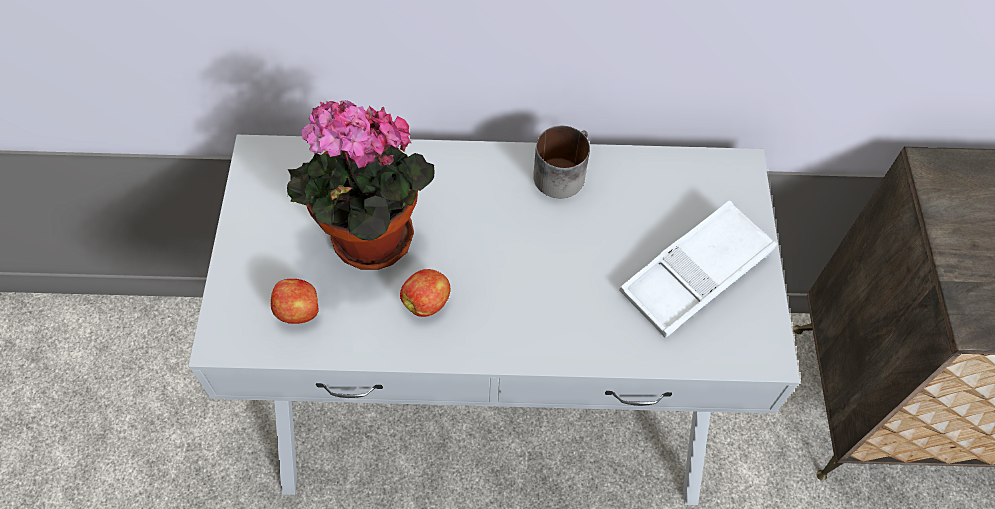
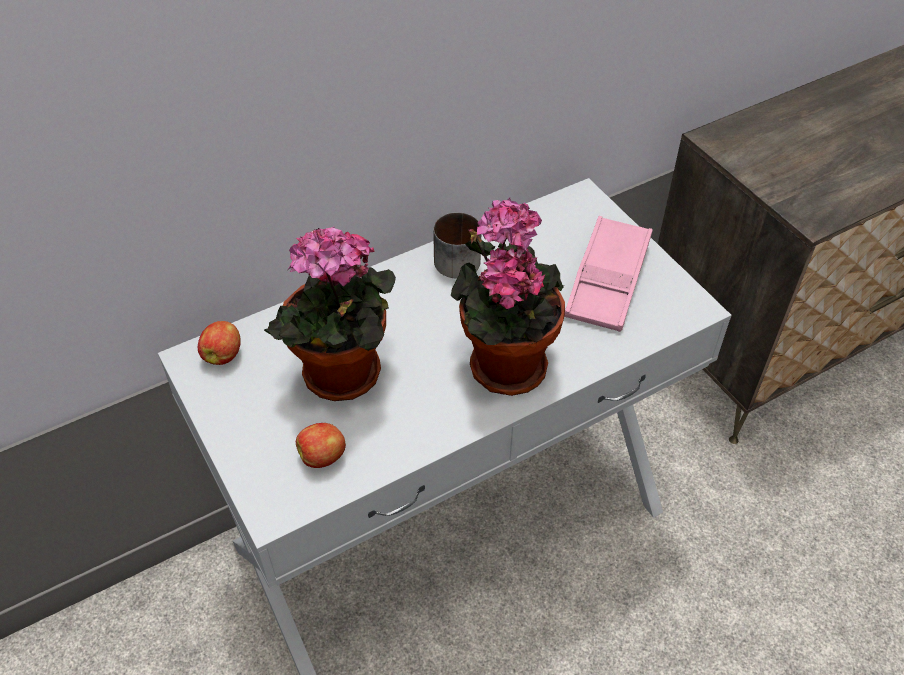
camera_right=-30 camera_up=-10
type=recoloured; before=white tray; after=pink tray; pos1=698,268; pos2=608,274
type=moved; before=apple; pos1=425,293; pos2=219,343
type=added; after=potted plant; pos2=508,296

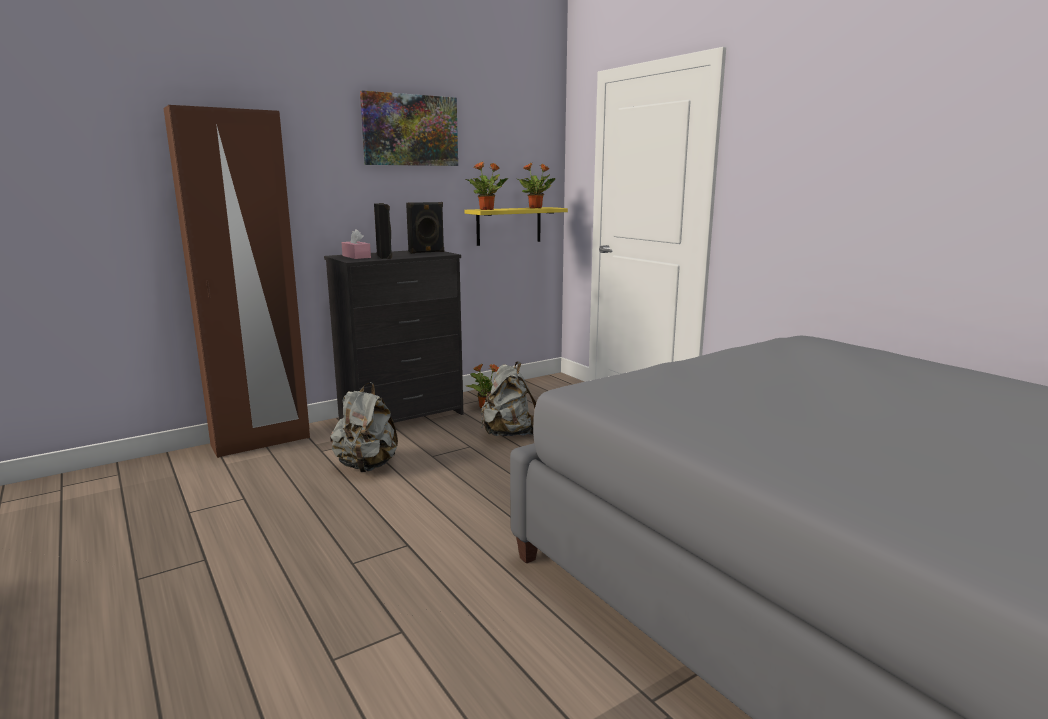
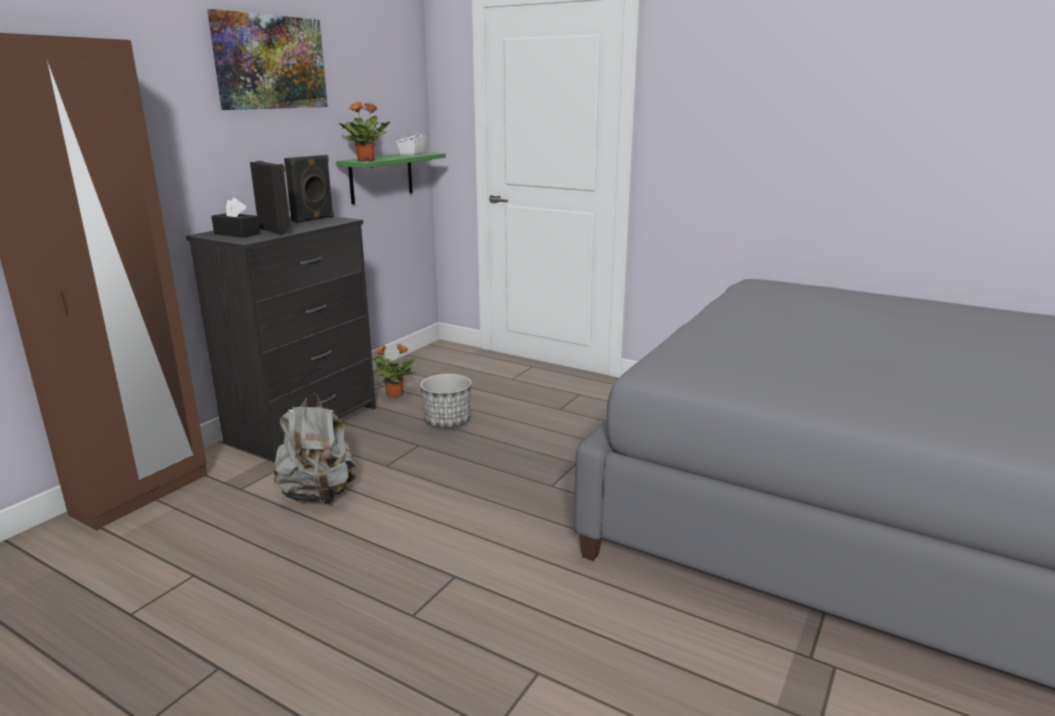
camera_right=-25 camera_up=5
type=replaced; before=potted plant; after=white tissue box; pos1=536,185; pos2=411,141
type=recoloured; before=yellow shelf; after=green shelf; pos1=516,226; pos2=391,178
type=recoloured; before=pink tissue box; after=black tissue box; pos1=356,244; pos2=235,218
type=replaced; before=grey backpack; after=planter; pos1=508,399; pos2=446,401

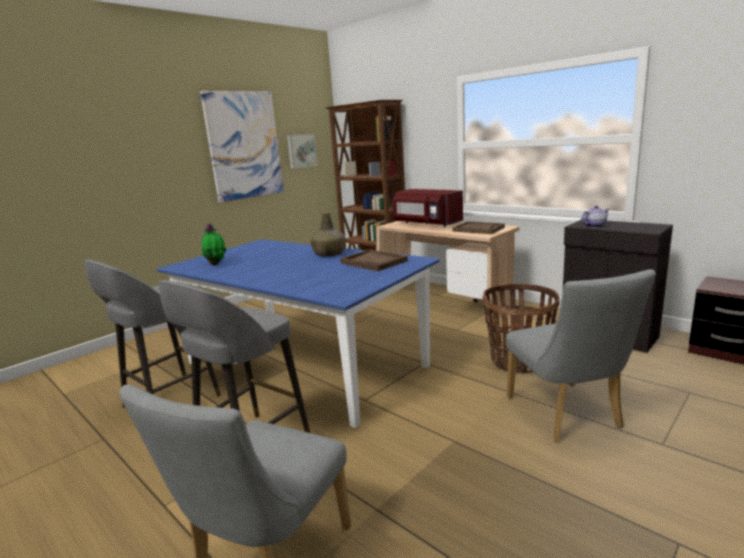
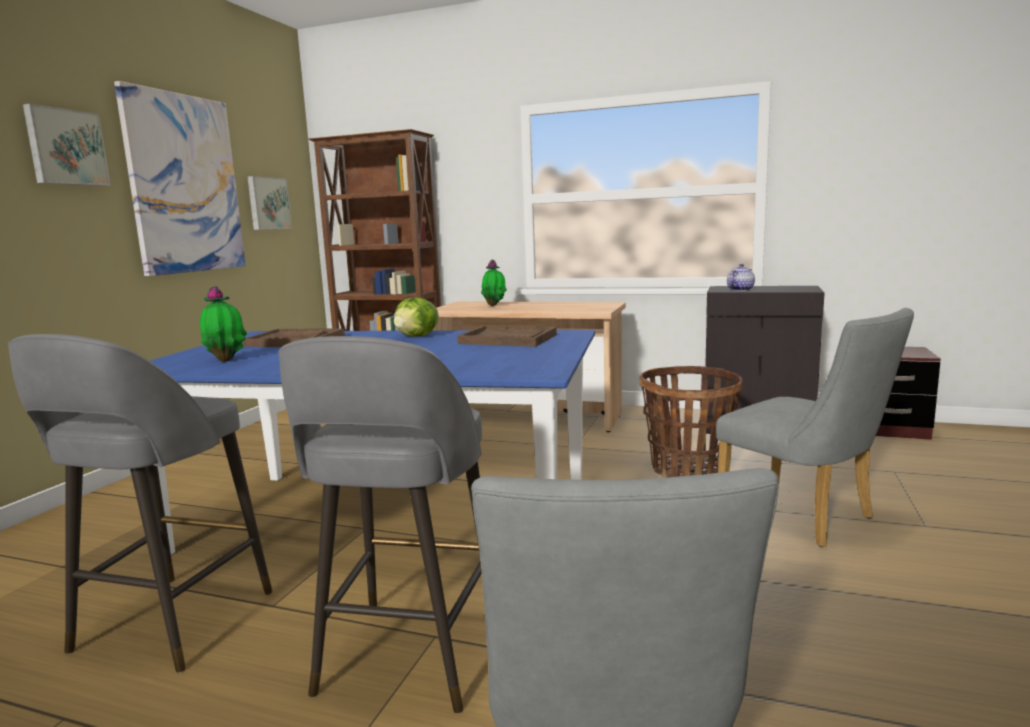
camera_right=-25 camera_up=-5
type=replaced; before=red microwave; after=potted plant; pos1=428,208; pos2=494,283
type=replaced; before=green bottle; after=lettuce; pos1=328,234; pos2=416,317
type=moved; before=brown tray; pos1=478,227; pos2=294,338
type=added; after=picture; pos2=67,145

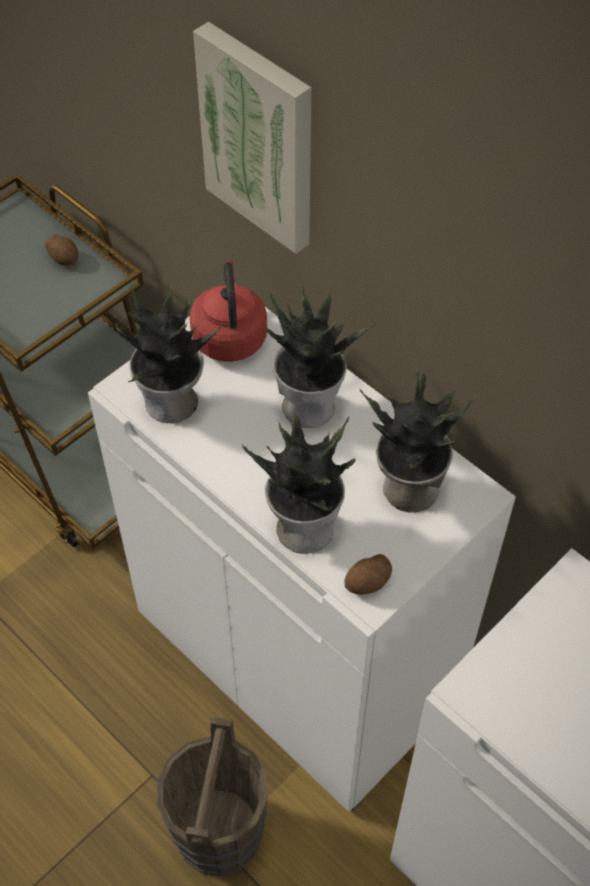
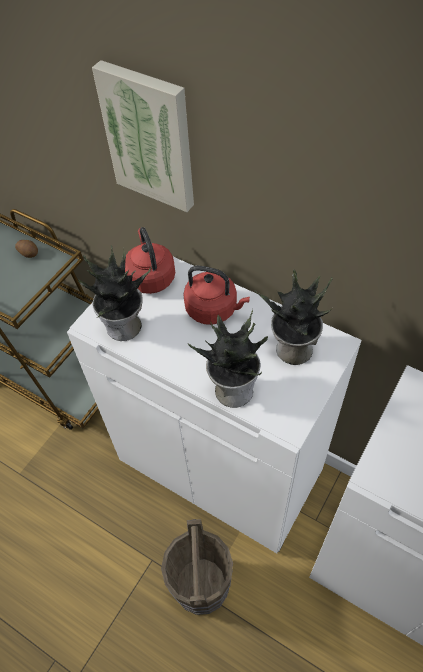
camera_right=-10 camera_up=0
type=replaced; before=potted plant; after=red kettle; pos1=320,357; pos2=216,295
type=removed; before=potato; pos1=368,574

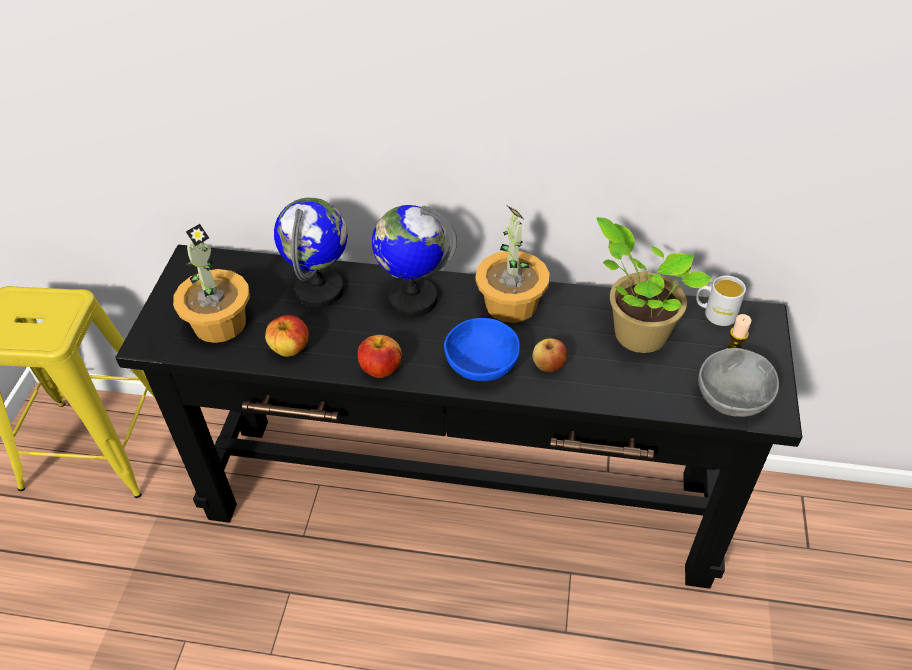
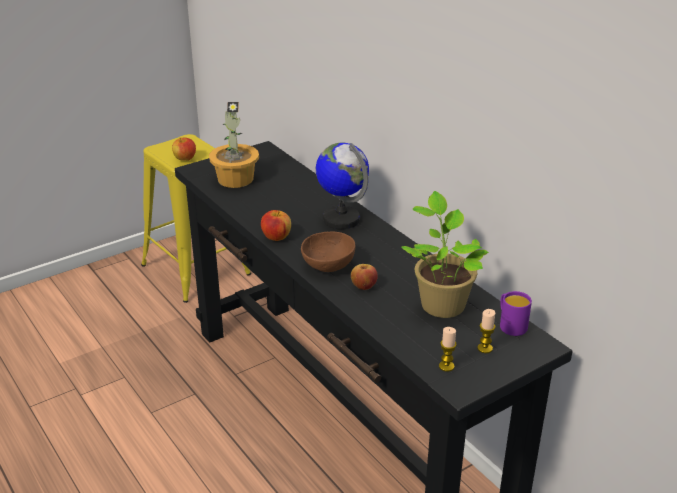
camera_right=45 camera_up=-15
type=removed; before=globe; pos1=311,253
type=removed; before=potted plant; pos1=512,264
type=recoloured; before=white mug; after=purple mug; pos1=721,301; pos2=516,313
type=moved; before=apple; pos1=287,336; pos2=184,149
type=recoloured; before=blue bowl; after=brown bowl; pos1=482,349; pos2=328,251
type=replaced; before=grey bowl; after=candle; pos1=738,382; pos2=448,349

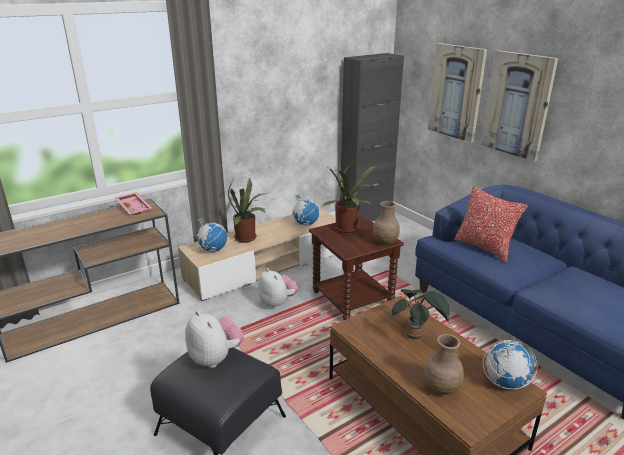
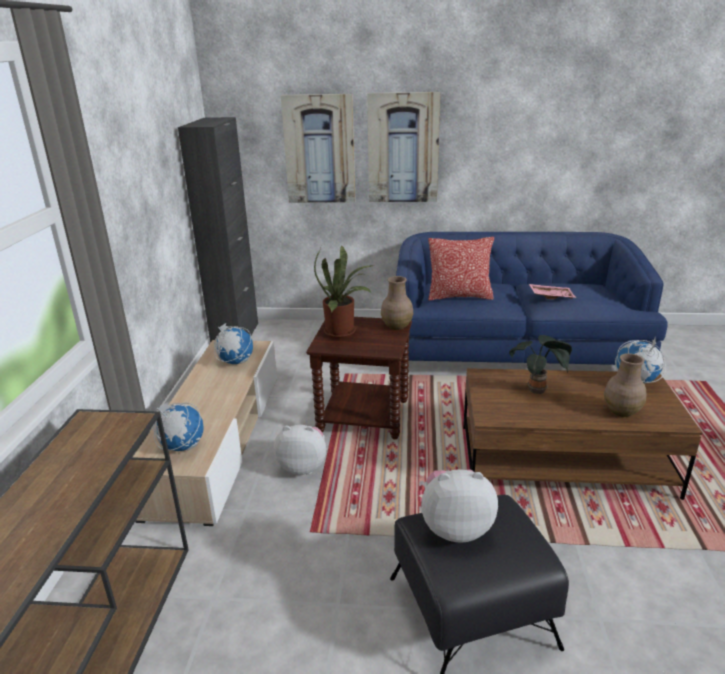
camera_right=-50 camera_up=0
type=removed; before=potted plant; pos1=248,210
type=moved; before=pink tray; pos1=133,203; pos2=552,291

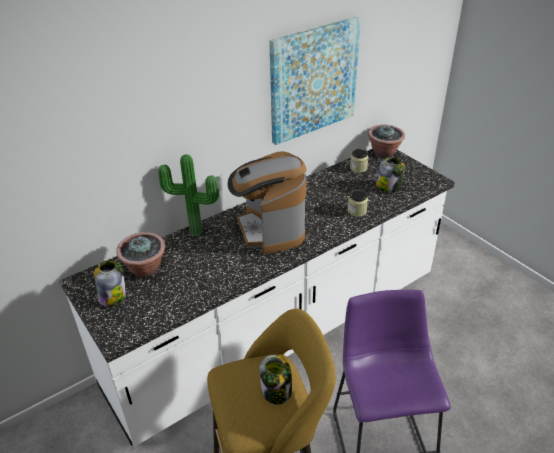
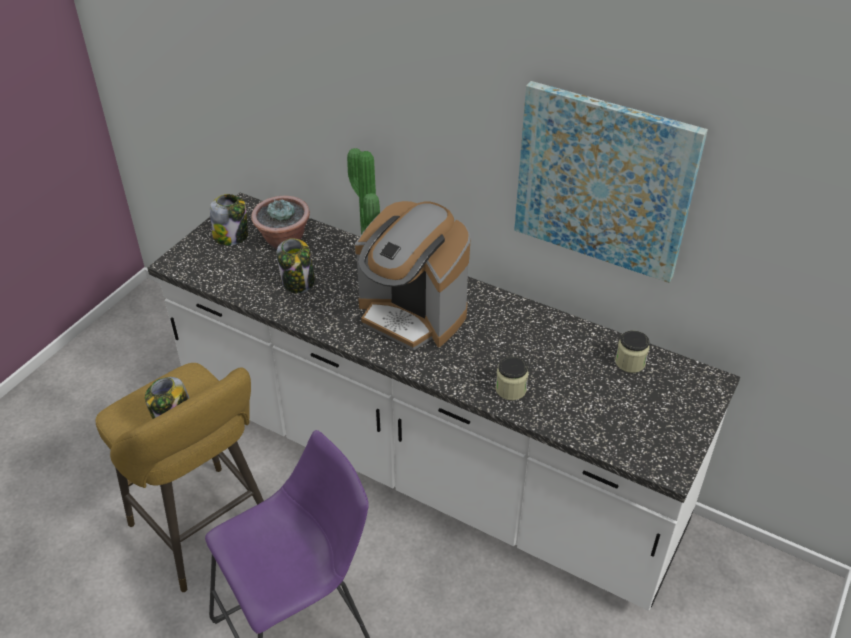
camera_right=65 camera_up=5
type=removed; before=potted plant; pos1=386,141
type=turned; before=coffee machine; pos1=266,202; pos2=413,276; turn=-105
type=moved; before=jar; pos1=390,175; pos2=296,265

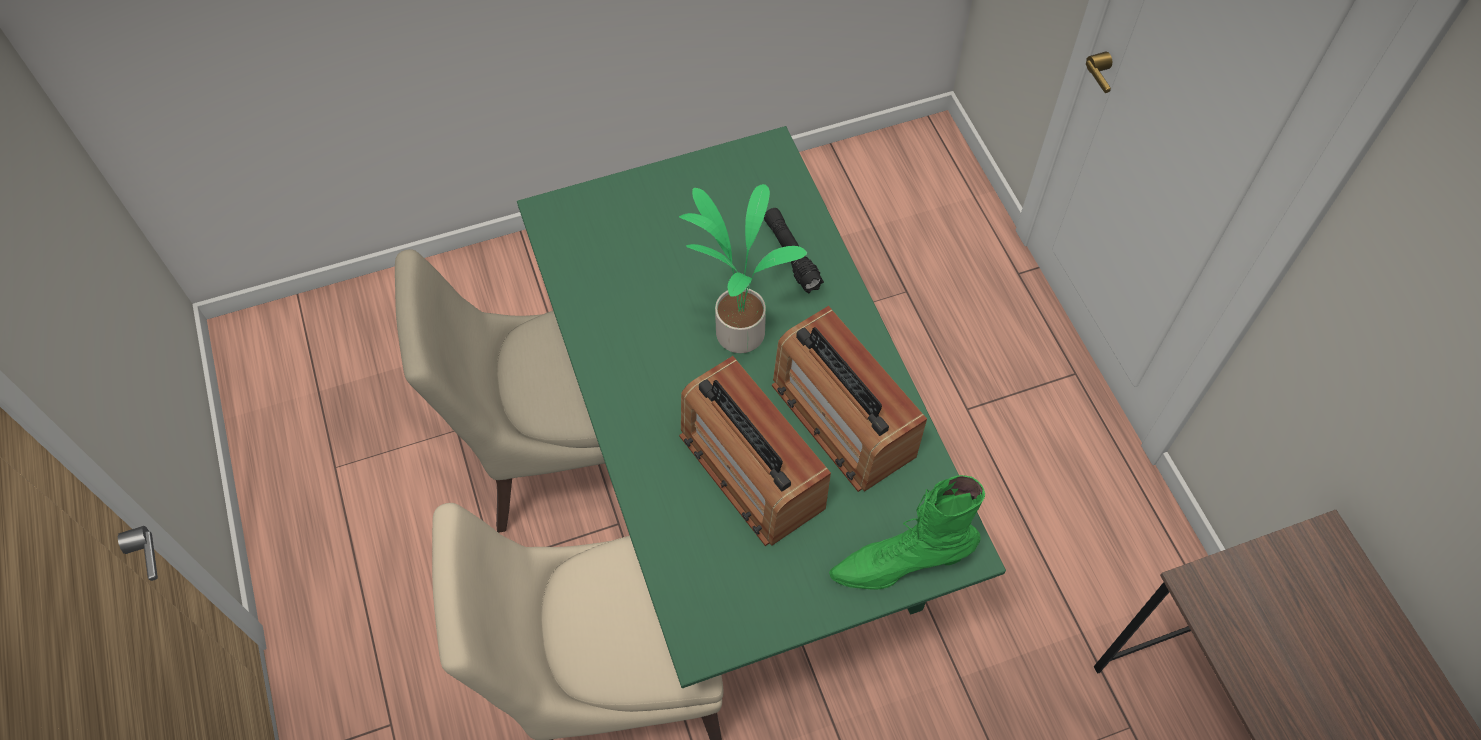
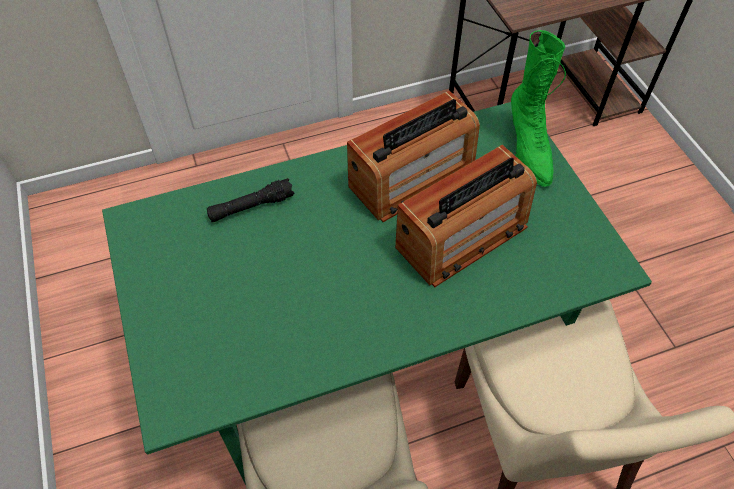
camera_right=-90 camera_up=-5
type=removed; before=potted plant; pos1=743,268

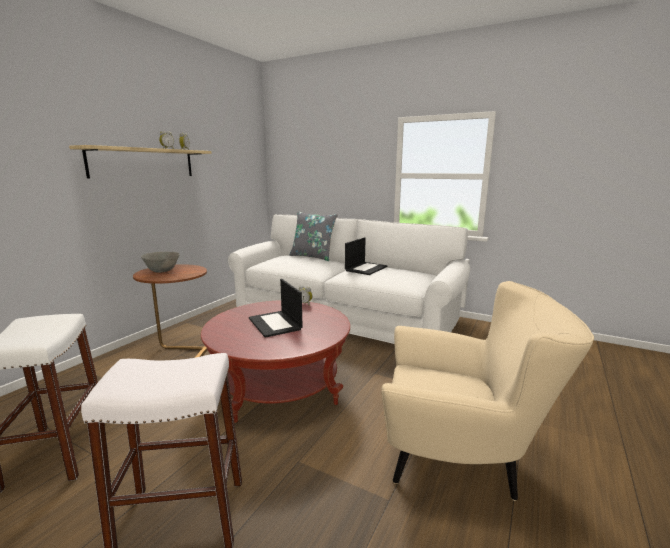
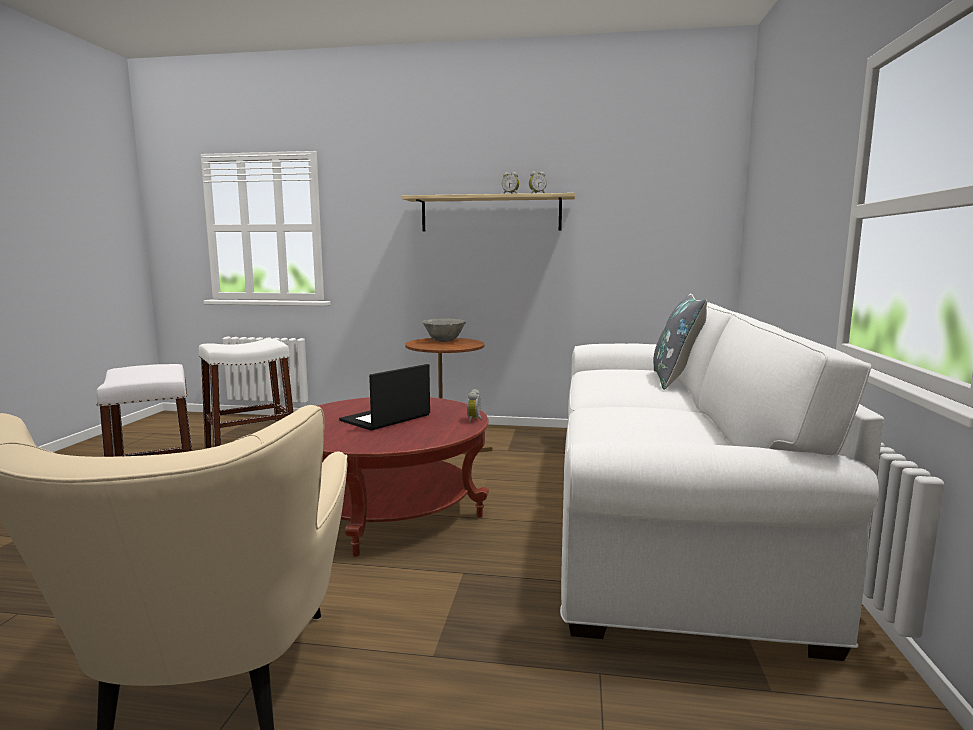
camera_right=70 camera_up=-5
type=removed; before=laptop; pos1=366,256

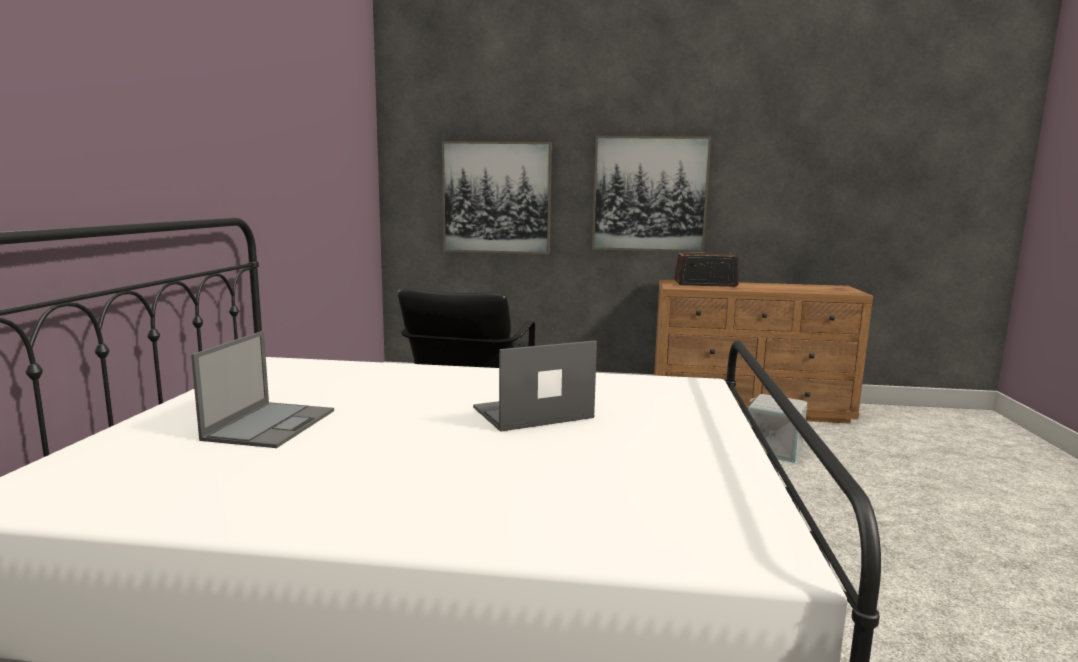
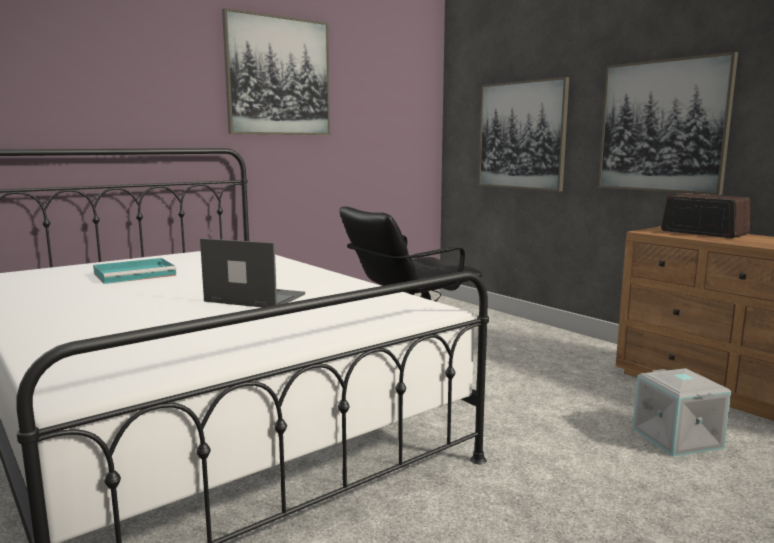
camera_right=45 camera_up=0
type=replaced; before=laptop; after=turquoise tray; pos1=262,389; pos2=135,271
type=added; after=picture; pos2=276,71

